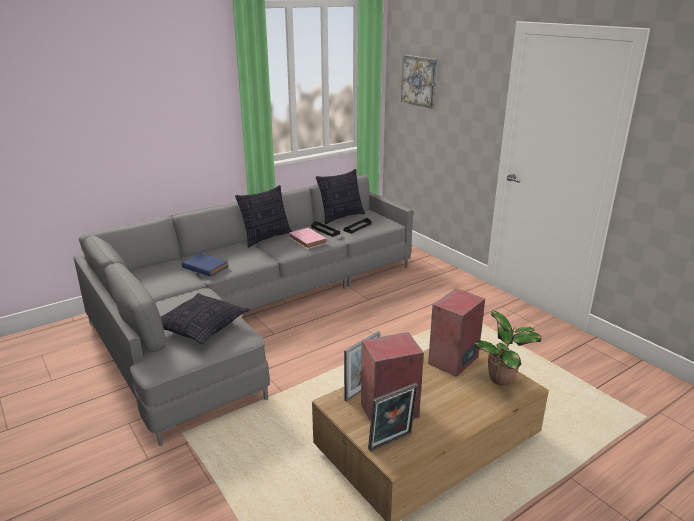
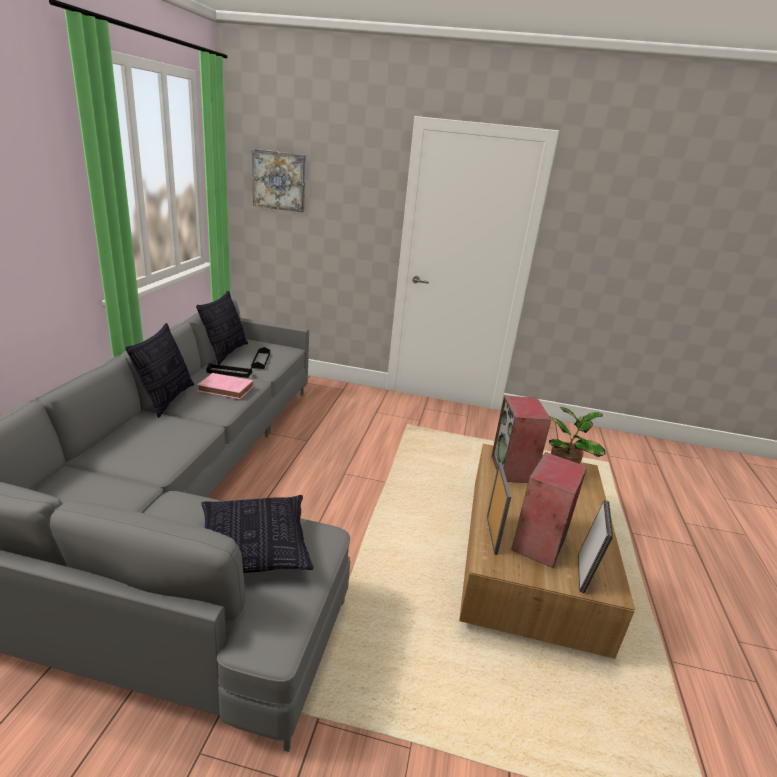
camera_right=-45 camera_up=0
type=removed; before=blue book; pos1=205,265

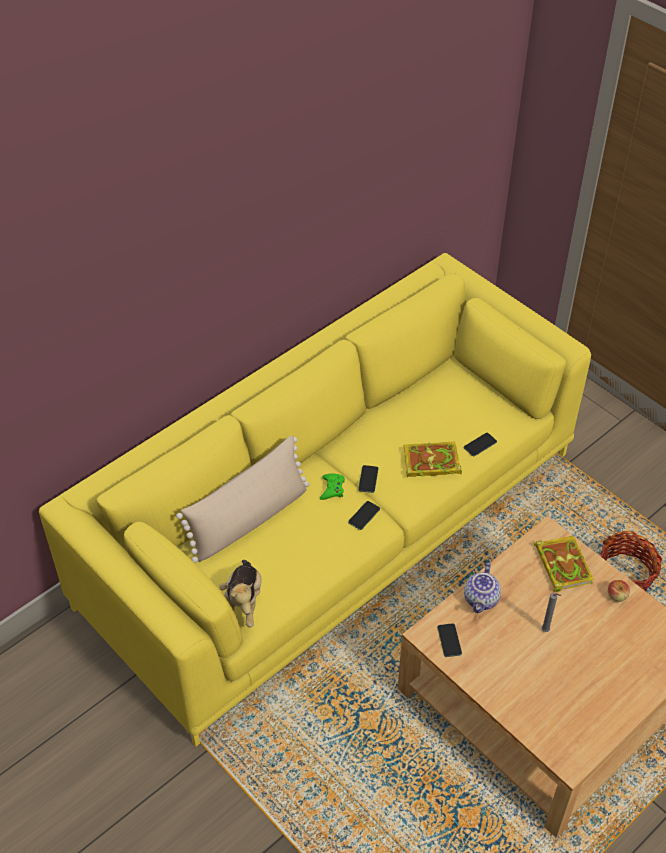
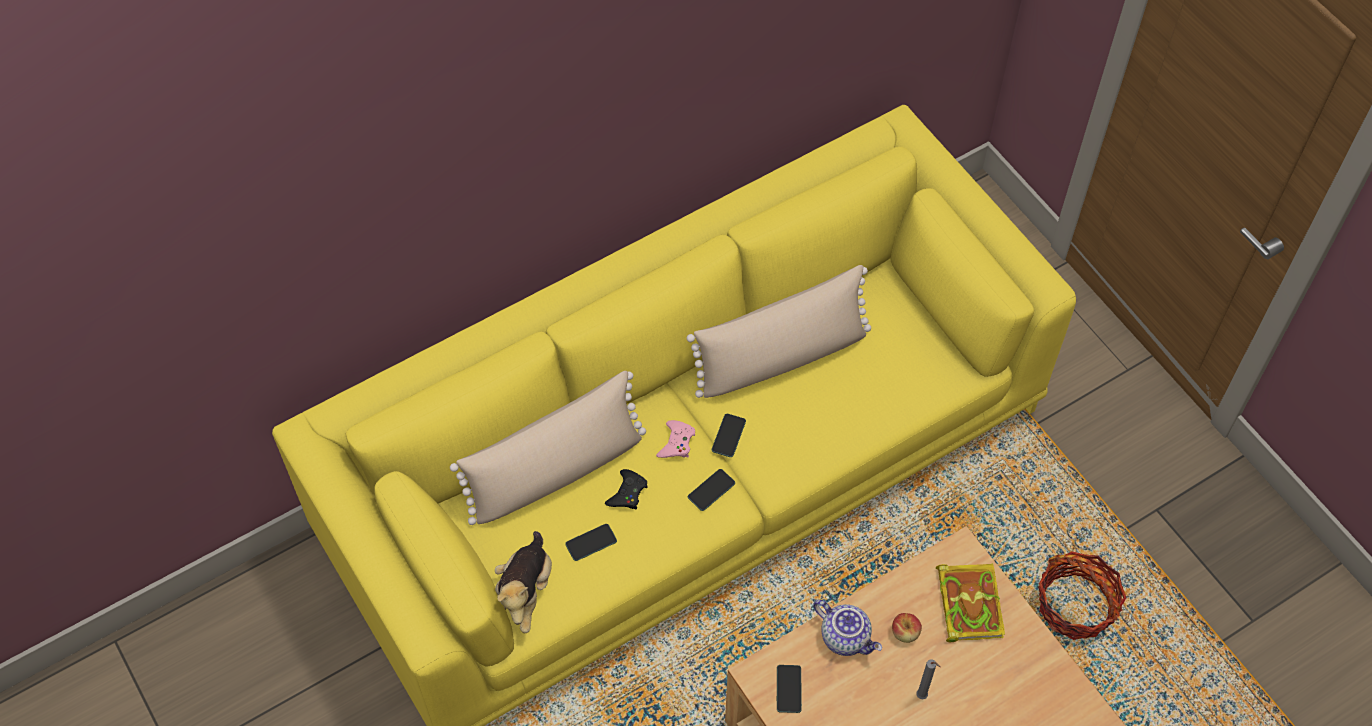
camera_right=10 camera_up=10
type=moved; before=phone; pos1=480,445; pos2=591,542
type=removed; before=book; pos1=432,459
type=recoloured; before=green game controller; after=pink game controller; pos1=332,486; pos2=675,439
type=turned; before=teapot; pos1=482,587; pos2=847,628; turn=-75
type=moved; before=apple; pos1=619,591; pos2=907,628
type=added; after=beige pillow; pos2=778,331
type=added; after=black game controller; pos2=626,489

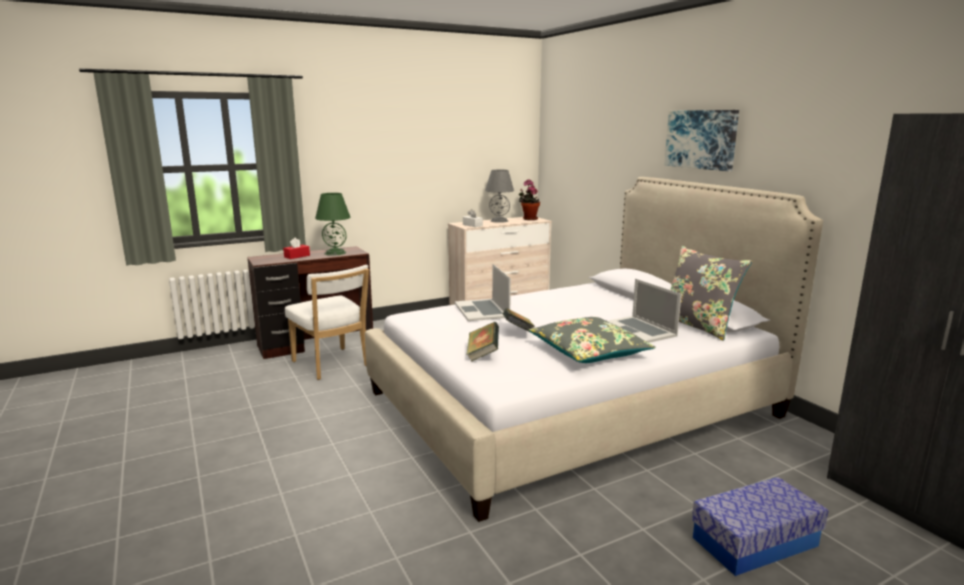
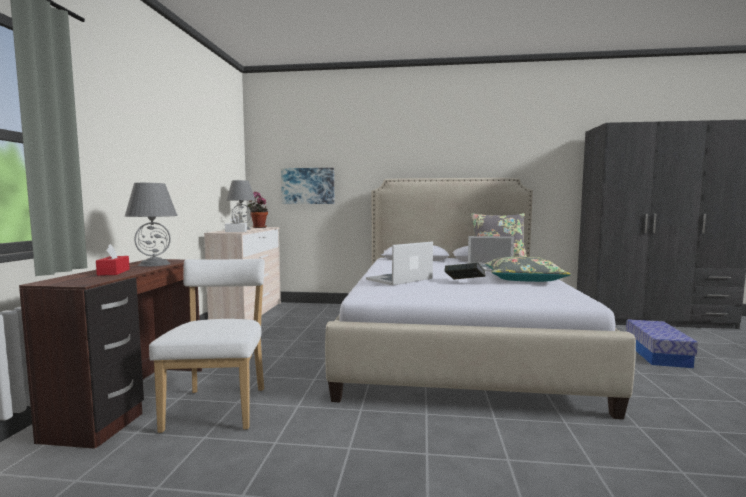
camera_right=-55 camera_up=-10
type=moved; before=picture; pos1=701,140; pos2=307,186
type=recoloured; before=green table lamp; after=grey table lamp; pos1=332,224; pos2=151,225
type=turned; before=laptop; pos1=483,292; pos2=399,263; turn=120
type=turned; before=white chair; pos1=327,322; pos2=207,346; turn=-90
type=removed; before=book; pos1=482,342

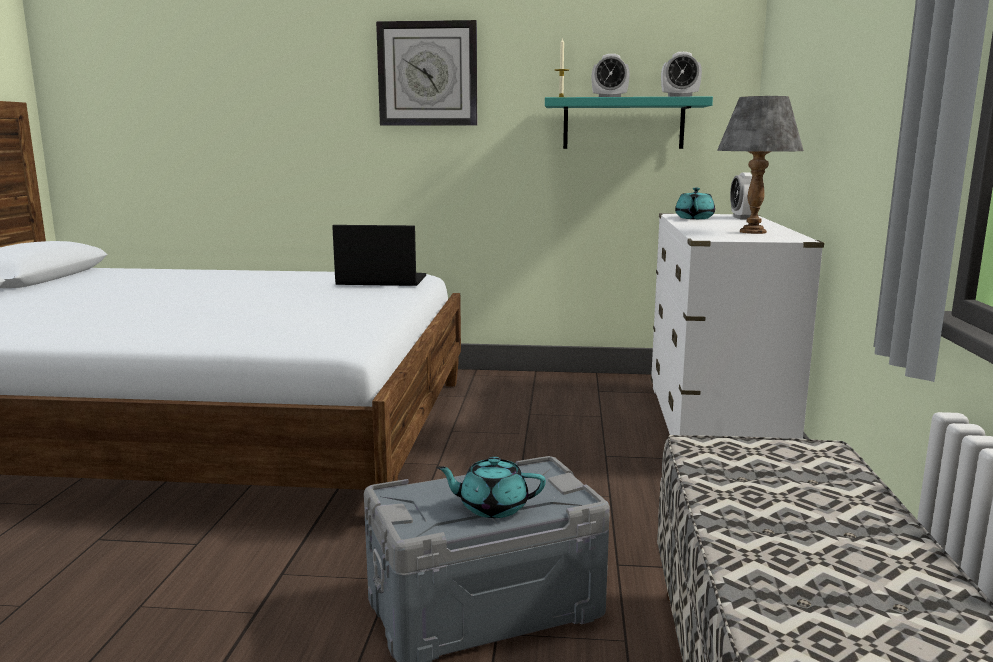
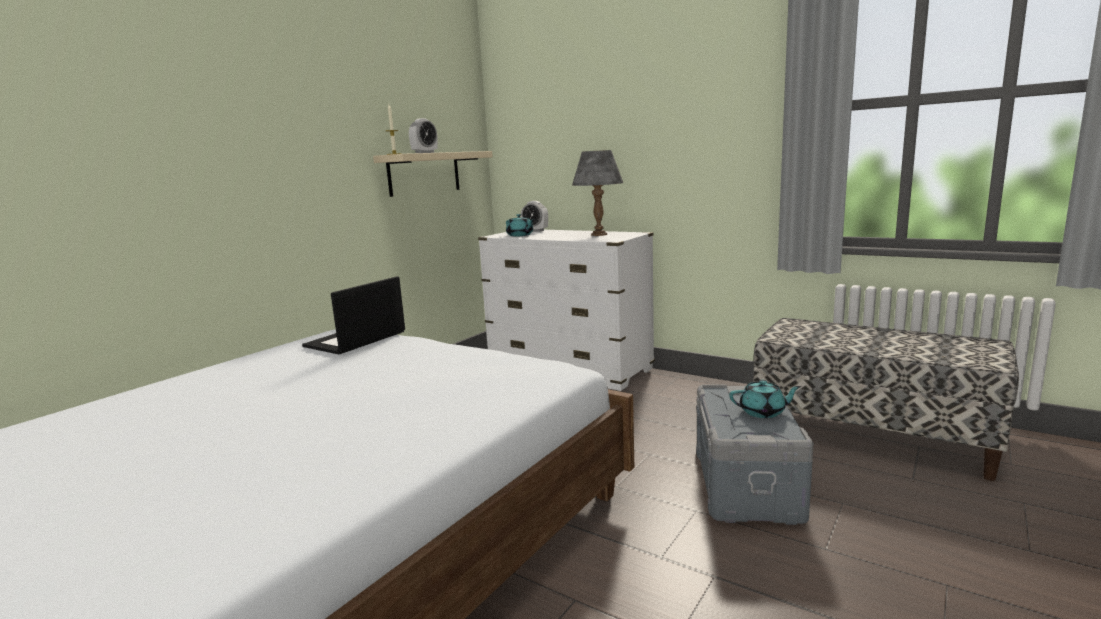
camera_right=-60 camera_up=0
type=removed; before=wall clock; pos1=426,73
type=removed; before=alarm clock; pos1=681,74
type=recoloured; before=turquoise shelf; after=beige shelf; pos1=629,123; pos2=433,174
type=turned; before=turquoise teapot; pos1=491,487; pos2=765,399; turn=-120

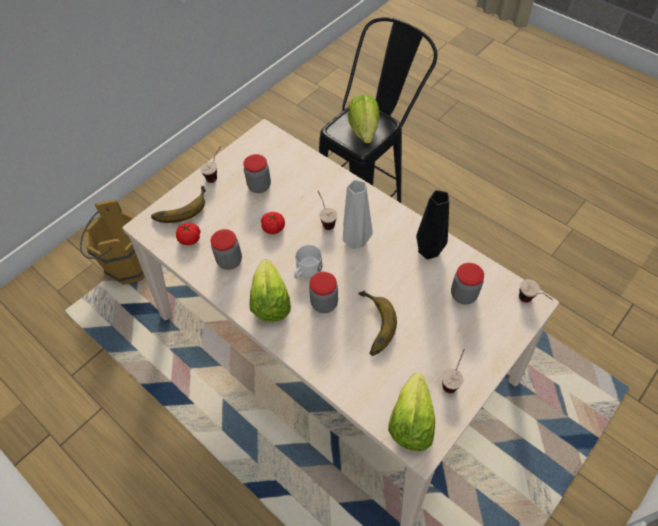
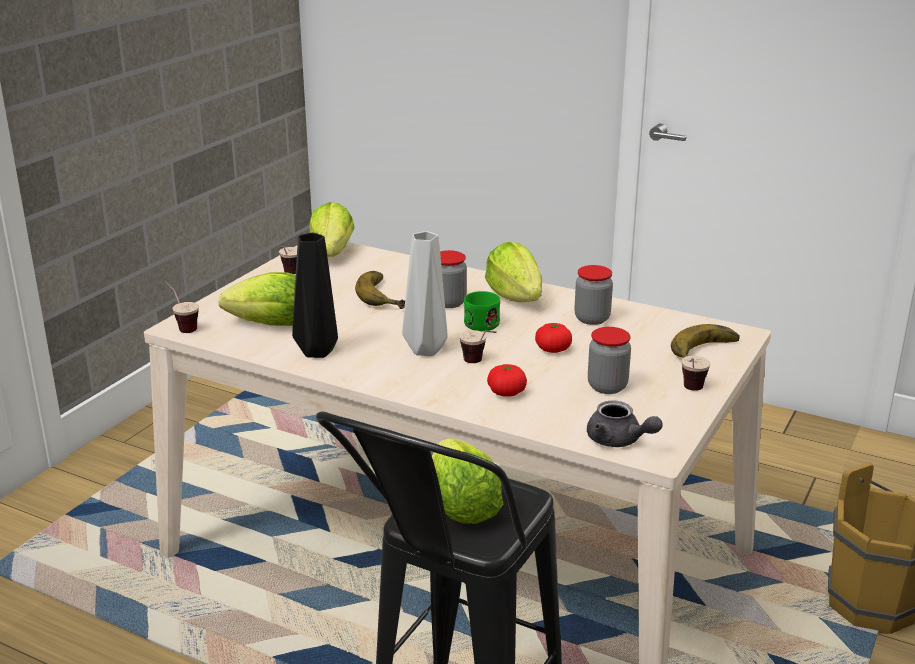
camera_right=165 camera_up=-30
type=moved; before=tomato; pos1=188,234; pos2=507,380
type=recoloured; before=white mug; after=green mug; pos1=308,262; pos2=482,311
type=replaced; before=jar; after=lettuce; pos1=467,283; pos2=257,299
type=added; after=grey teapot; pos2=625,423

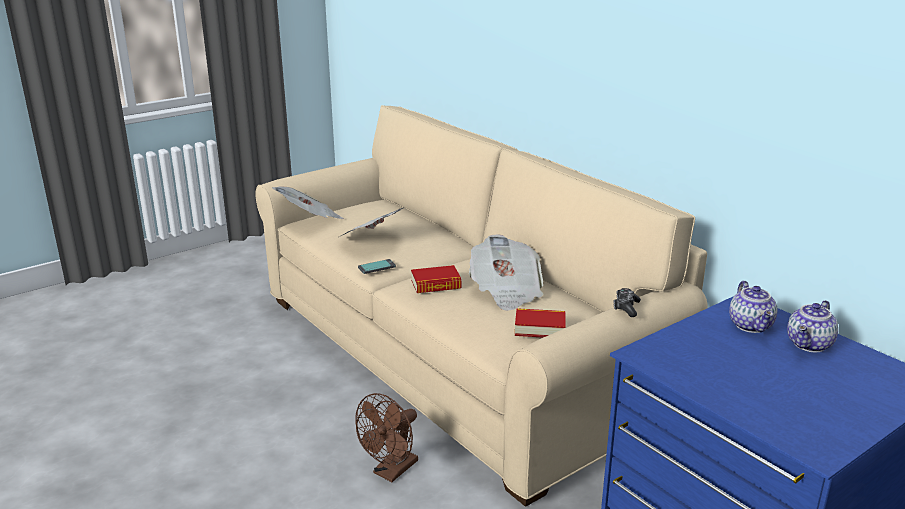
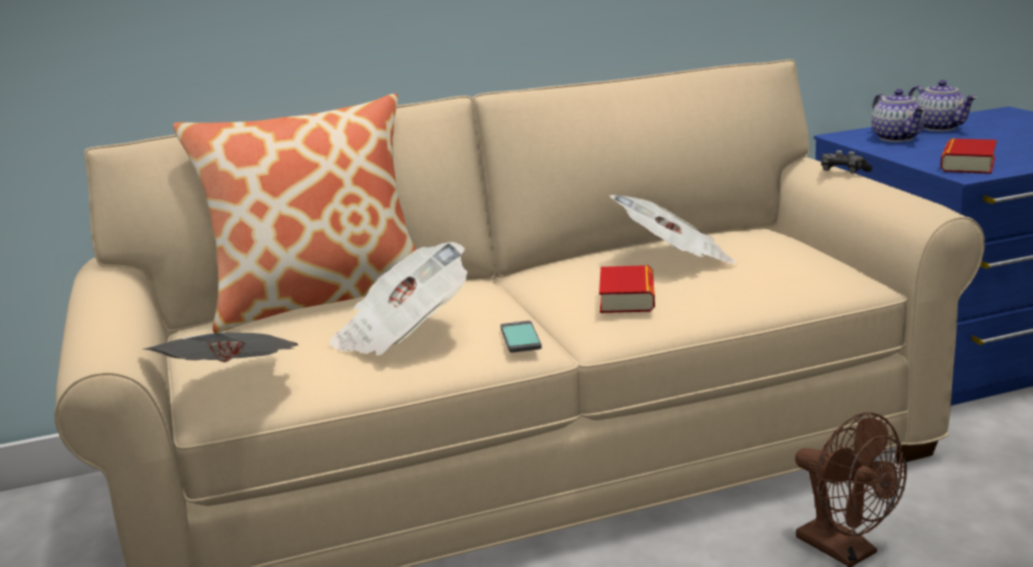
camera_right=-70 camera_up=-5
type=turned; before=teapot; pos1=753,307; pos2=898,115; turn=60
type=moved; before=book; pos1=540,323; pos2=968,156
type=added; after=pillow; pos2=294,213

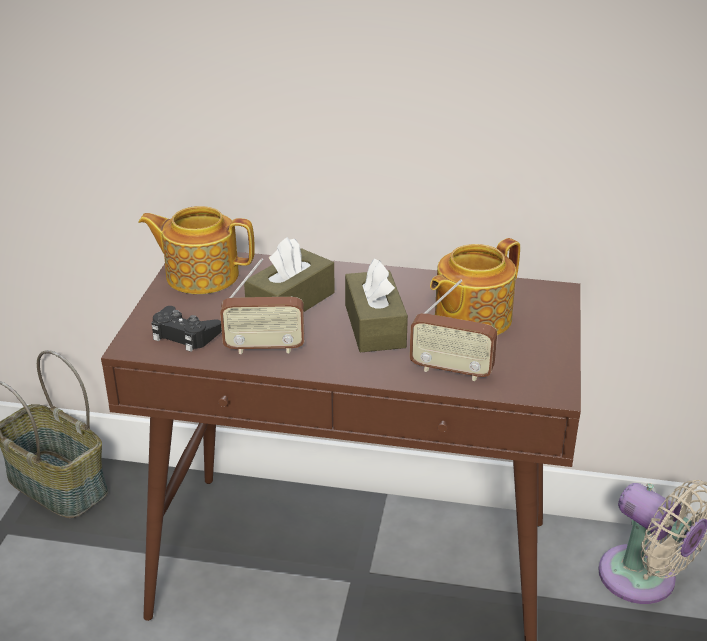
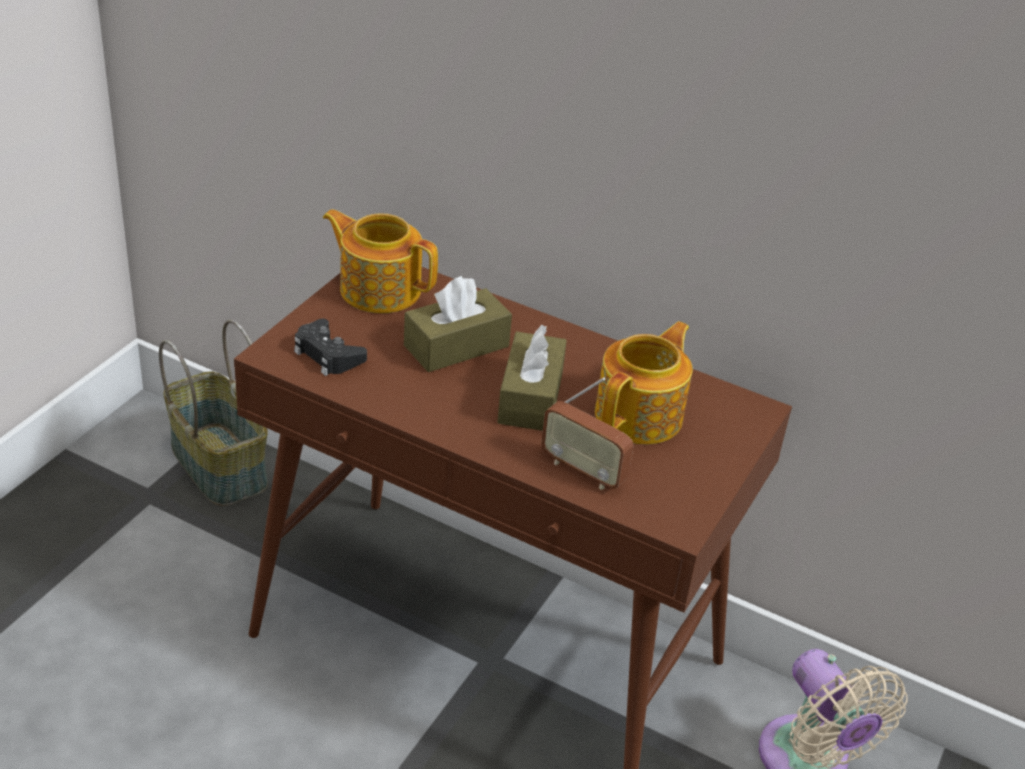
camera_right=15 camera_up=5
type=turned; before=teapot; pos1=475,286; pos2=644,383; turn=150
type=removed; before=radio; pos1=262,306

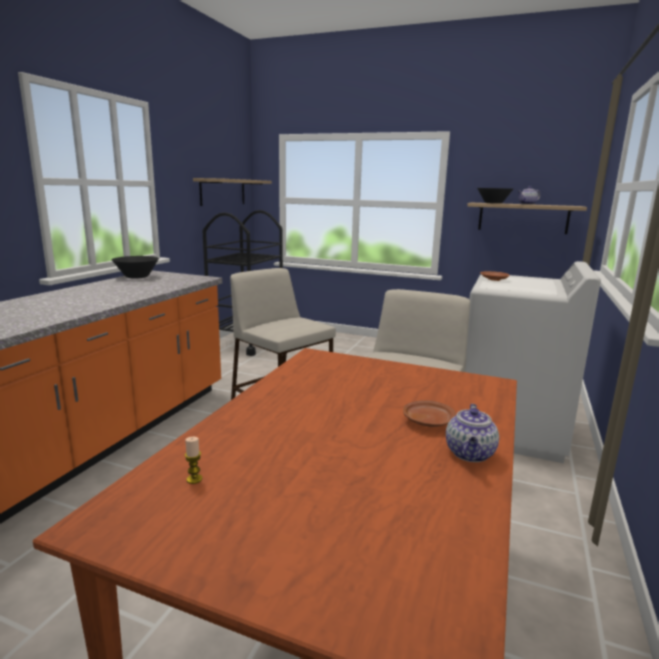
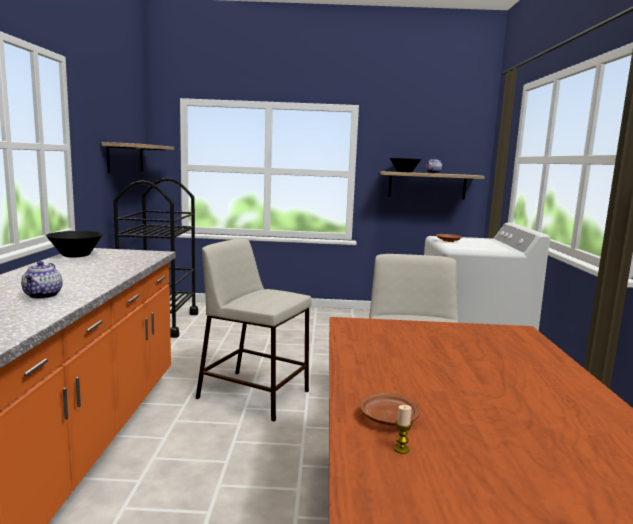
camera_right=-20 camera_up=-5
type=moved; before=brown plate; pos1=429,413; pos2=390,409
type=moved; before=teapot; pos1=472,433; pos2=42,280

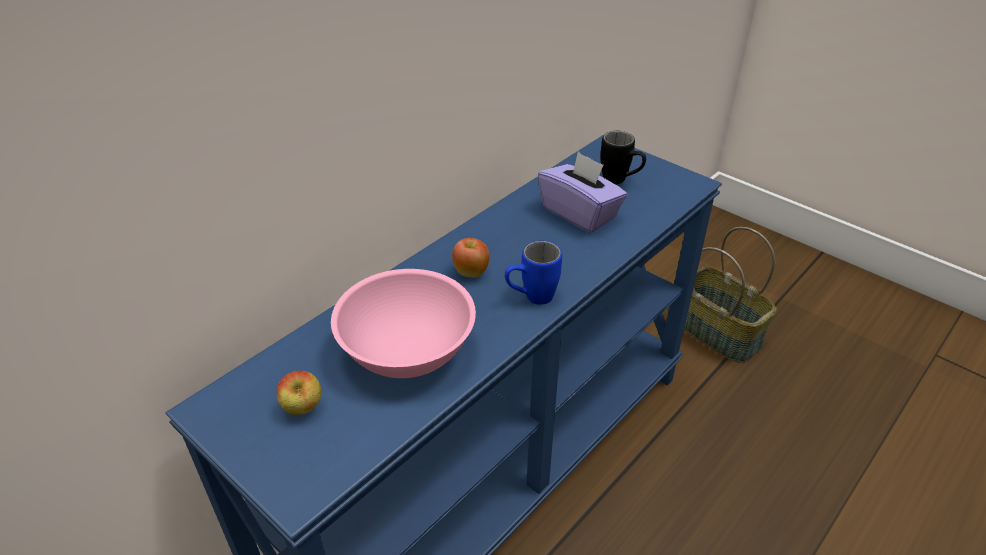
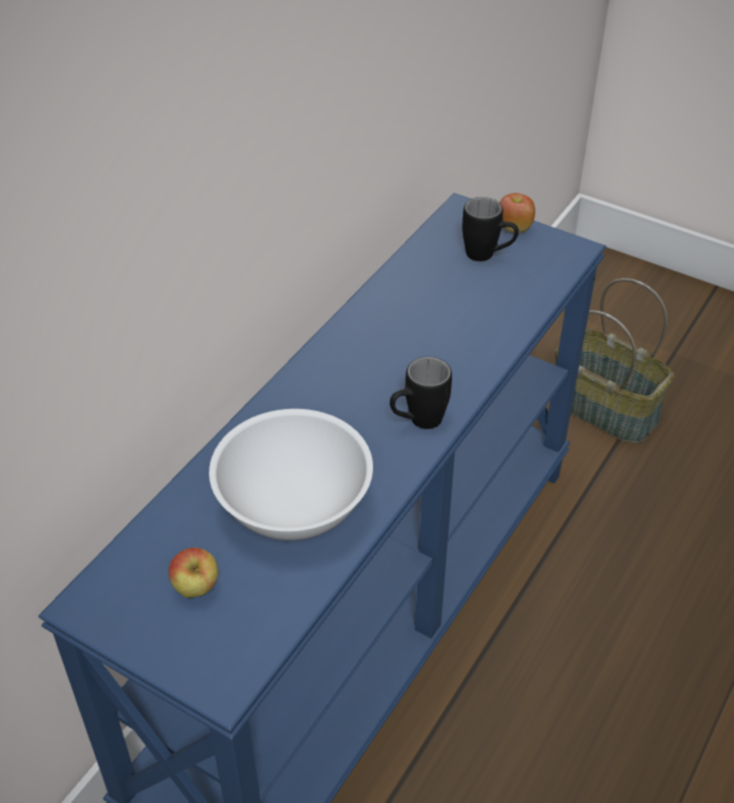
camera_right=-10 camera_up=5
type=removed; before=purple tissue box; pos1=582,192
type=moved; before=apple; pos1=471,258; pos2=517,213
type=recoloured; before=blue mug; after=black mug; pos1=533,273; pos2=421,393
type=recoloured; before=pink bowl; after=white bowl; pos1=403,323; pos2=291,474

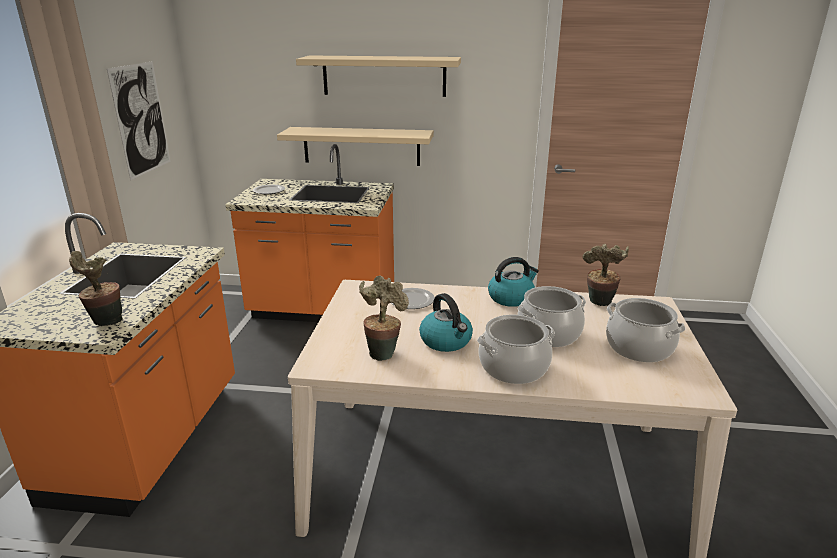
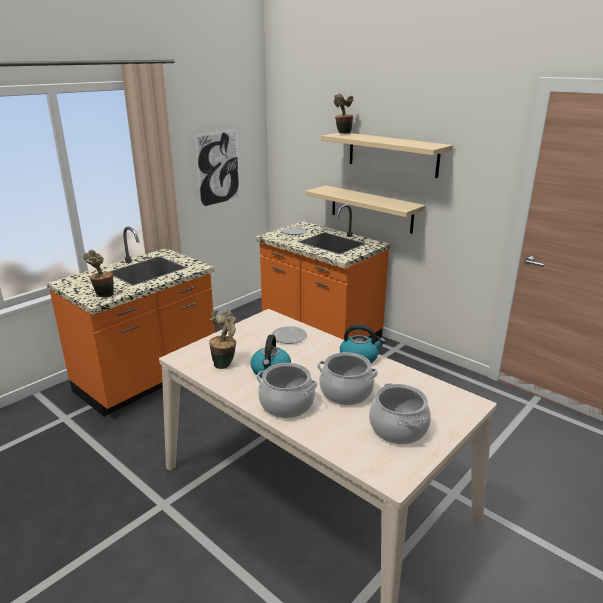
camera_right=35 camera_up=0
type=moved; before=potted plant; pos1=605,275; pos2=343,113

